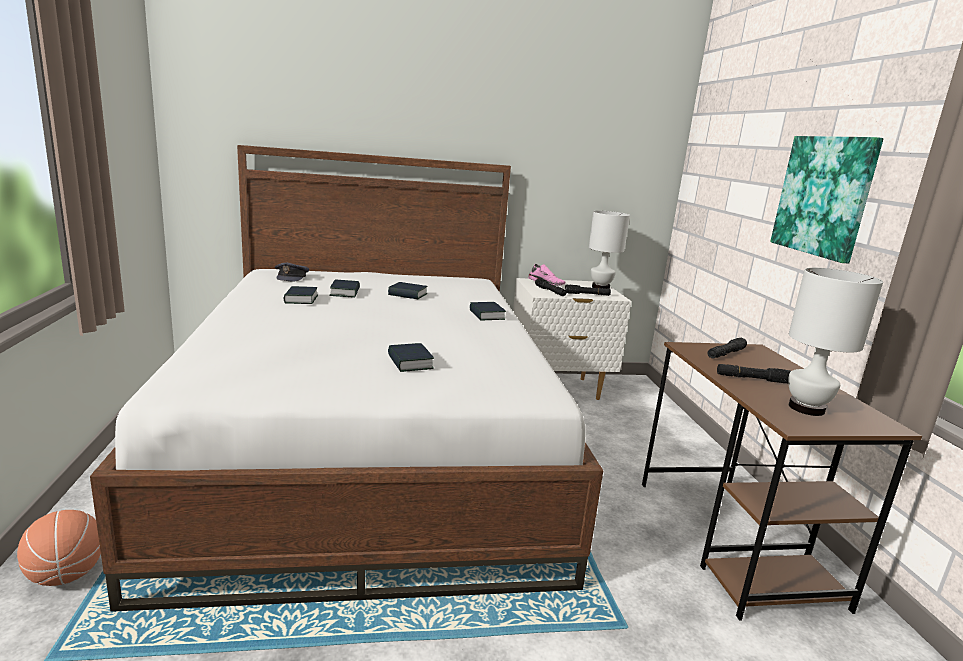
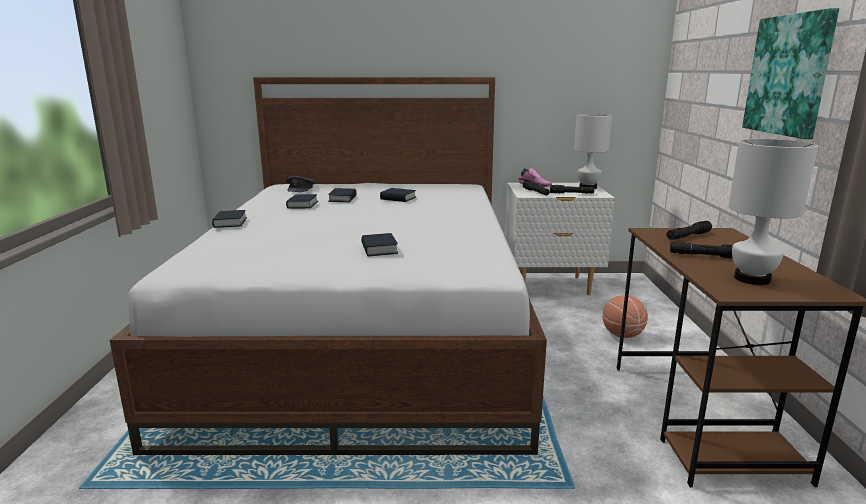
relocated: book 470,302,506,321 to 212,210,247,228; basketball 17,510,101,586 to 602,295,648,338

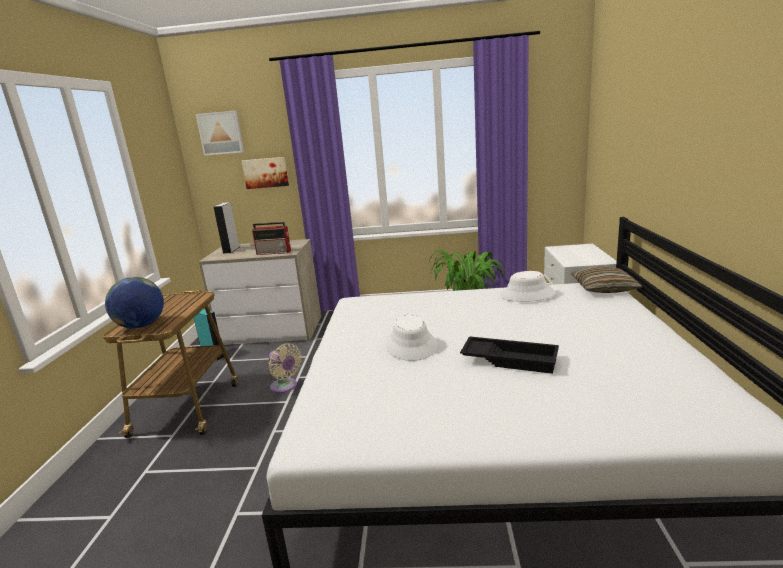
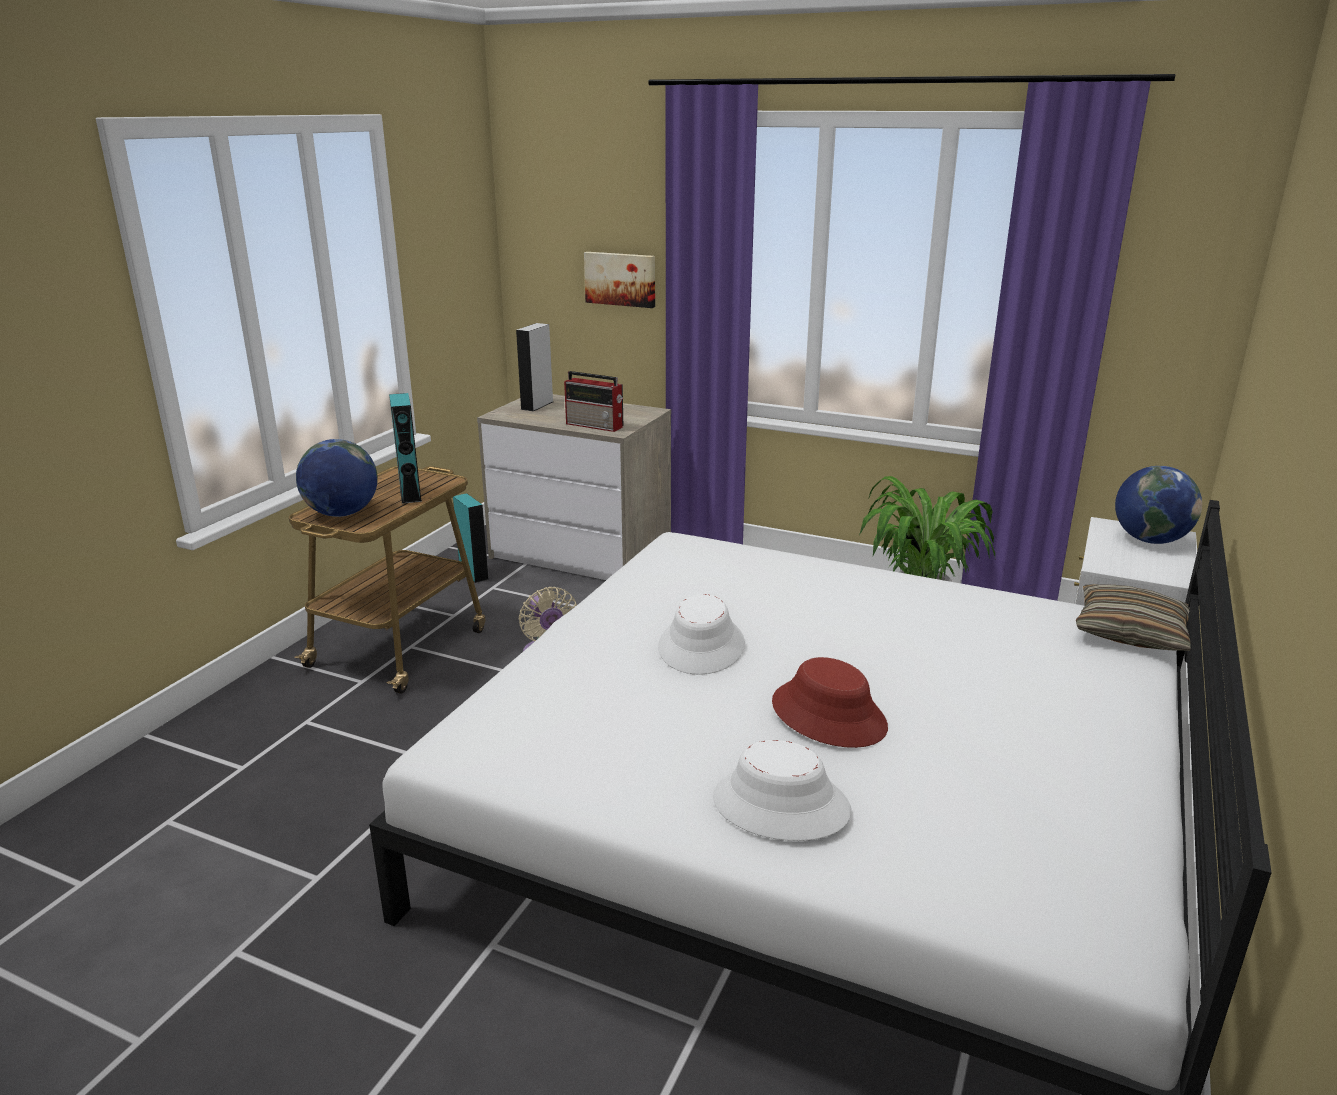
missing: wall picture 196,110,244,156
appeared: turquoise speaker 389,393,422,504; desk globe 1115,466,1202,544
relocated: white clothing hat 500,271,556,302 to 713,740,852,841
exchanged: black carrying tray 460,336,559,374 to red-coloured clothing hat 772,657,888,748

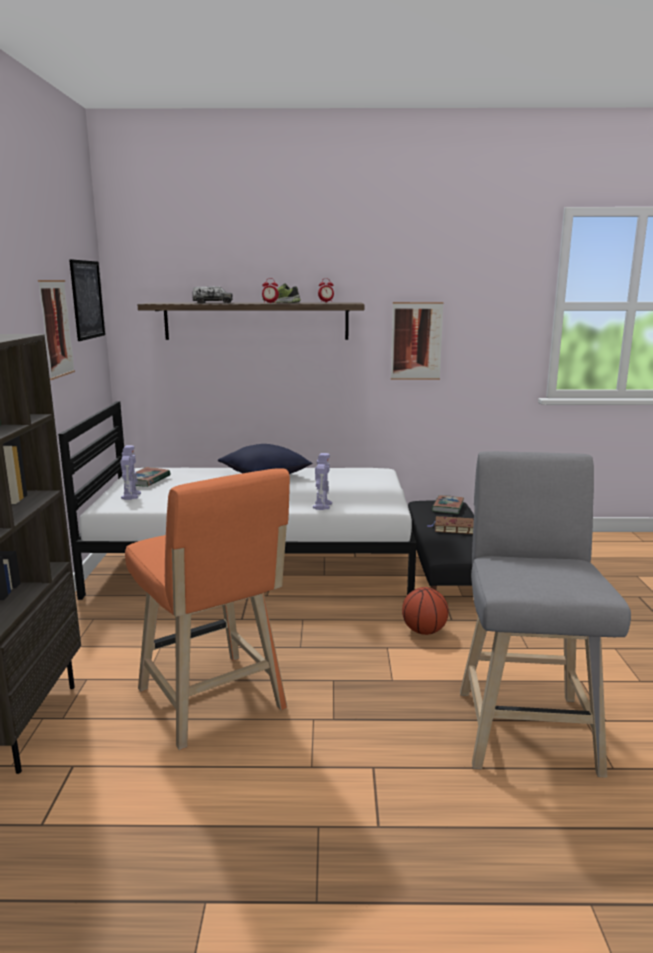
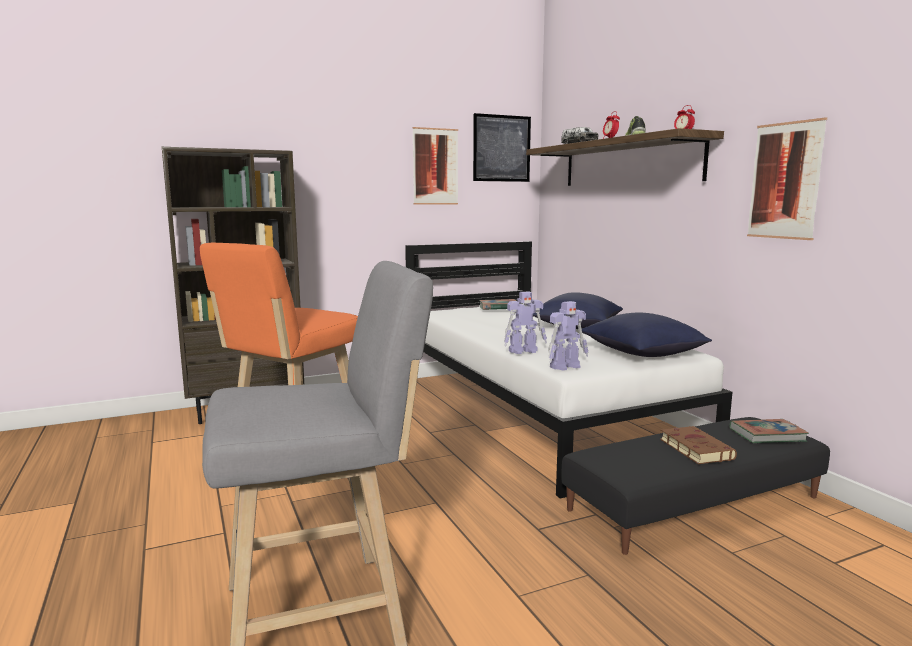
missing: basketball 402,587,448,635
appeared: blue cushion 582,313,712,357
relocated: robot figure 120,445,141,500 to 548,301,588,371

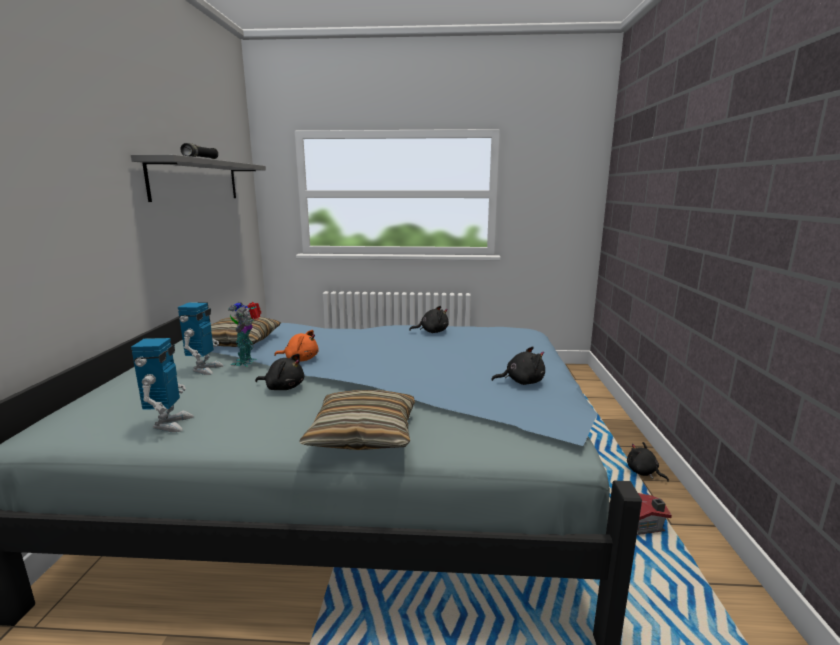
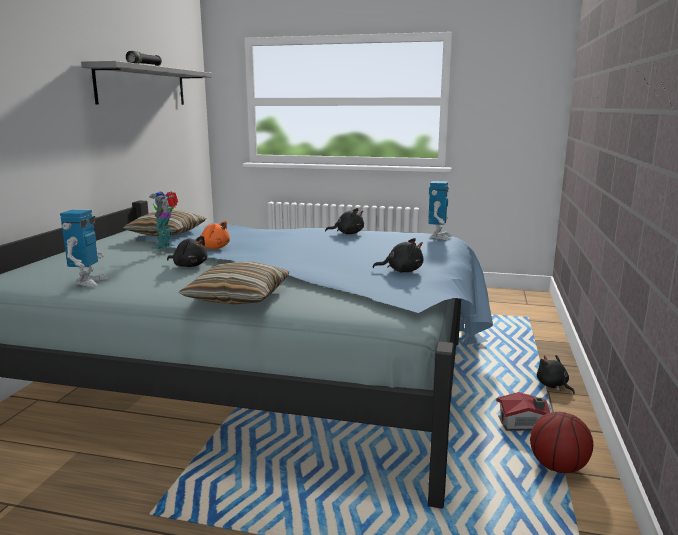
appeared: basketball 530,412,593,473
relocated: robot figure 178,302,224,375 to 428,181,452,240

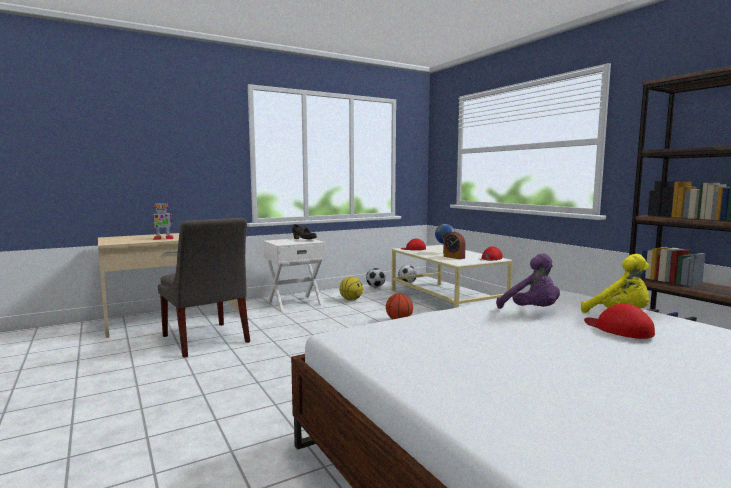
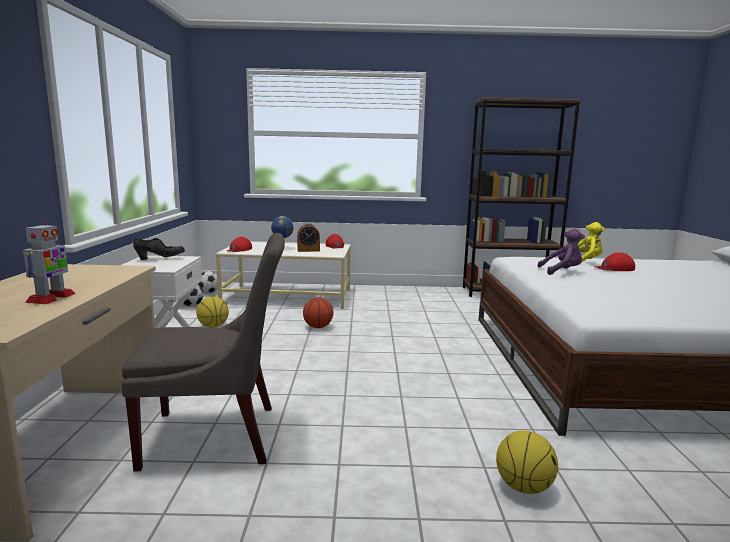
appeared: basketball 496,431,558,494

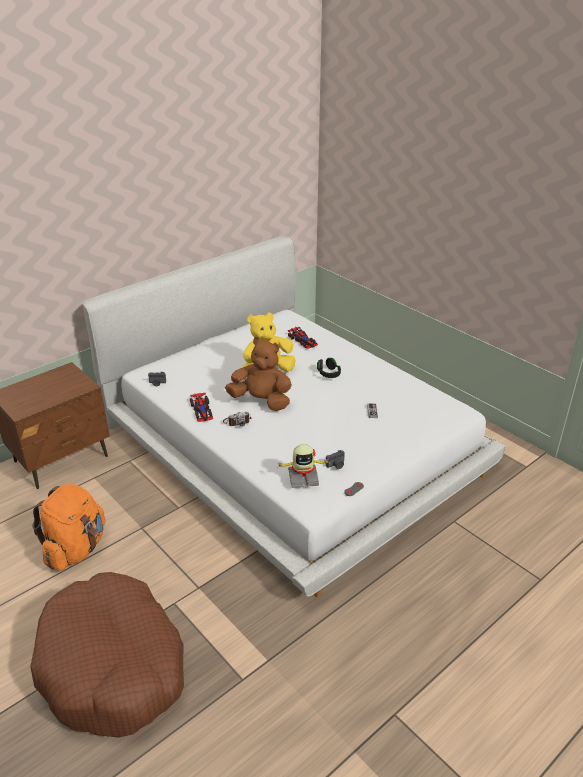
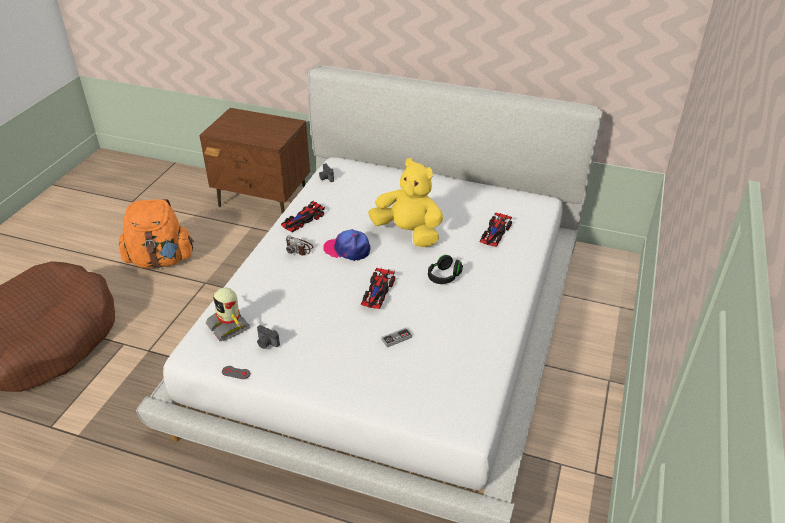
appeared: toy car 361,267,395,309
exchanged: brown plush toy 225,337,292,411 to peaked cap 323,229,370,261

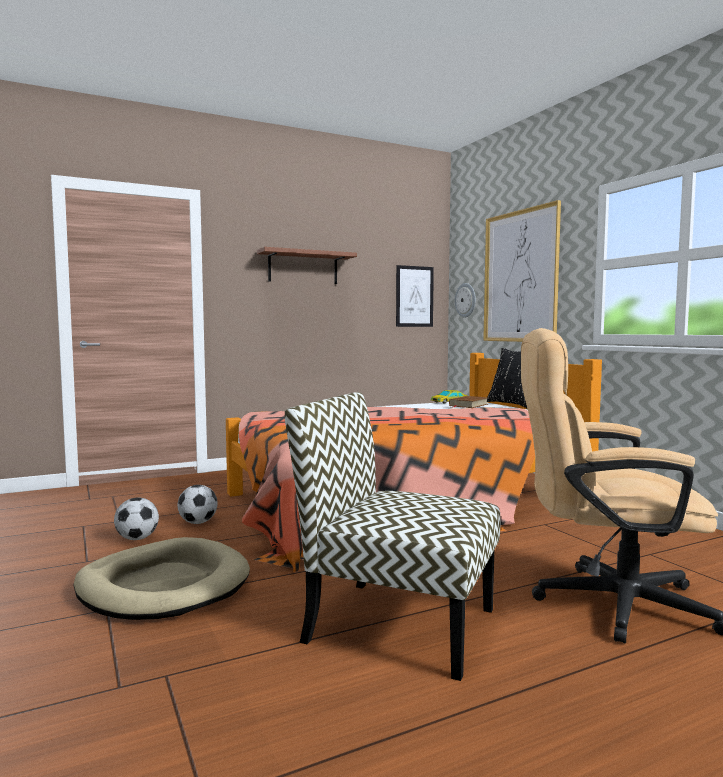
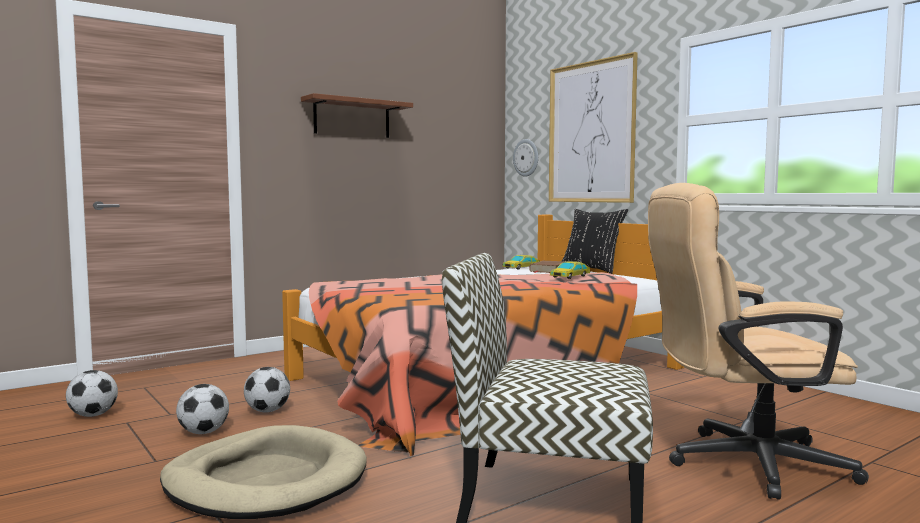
missing: wall picture 396,265,434,327
appeared: toy car 550,261,590,279; football 66,370,118,417

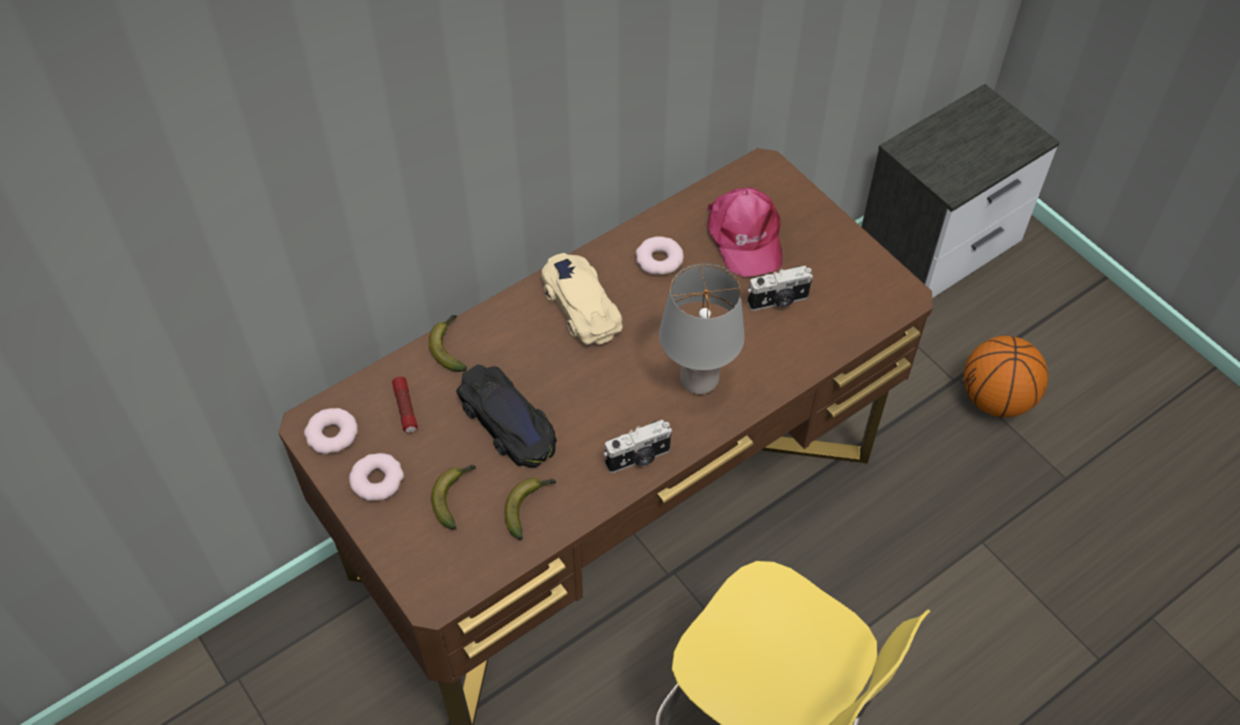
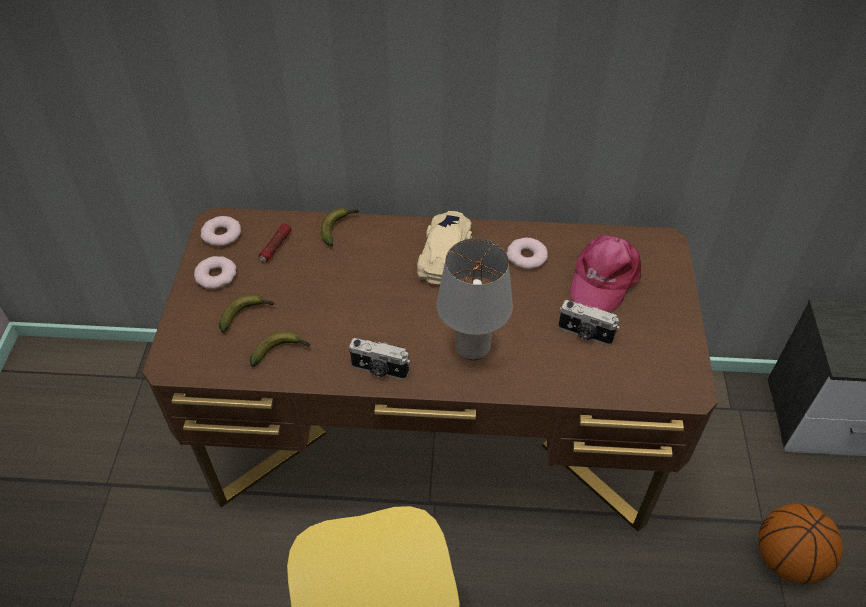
missing: black toy car 456,365,557,468

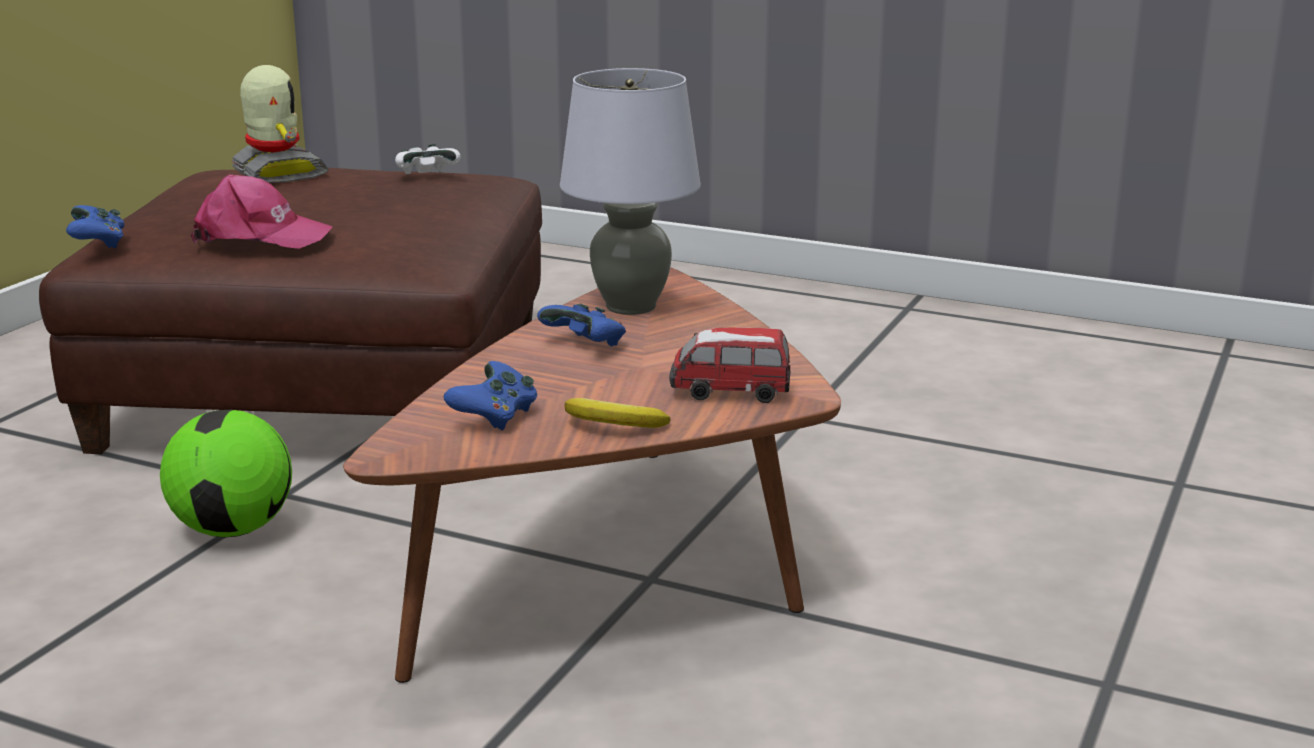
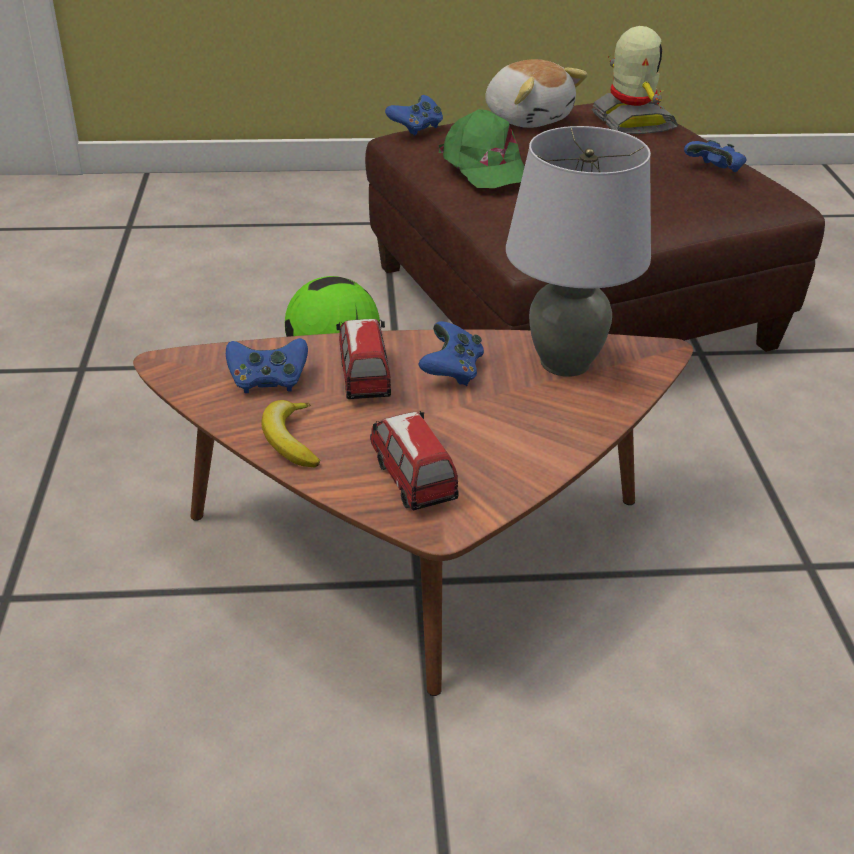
appeared: plush toy 485,59,588,128; toy car 336,319,391,399
colour: white game controller 395,144,461,174 to blue game controller 684,140,746,172; pink-coloured peaked cap 191,174,333,249 to green-coloured peaked cap 439,109,525,188
spun: robot figure 232,65,329,183 = 592,26,678,134 45 degrees counterclockwise

